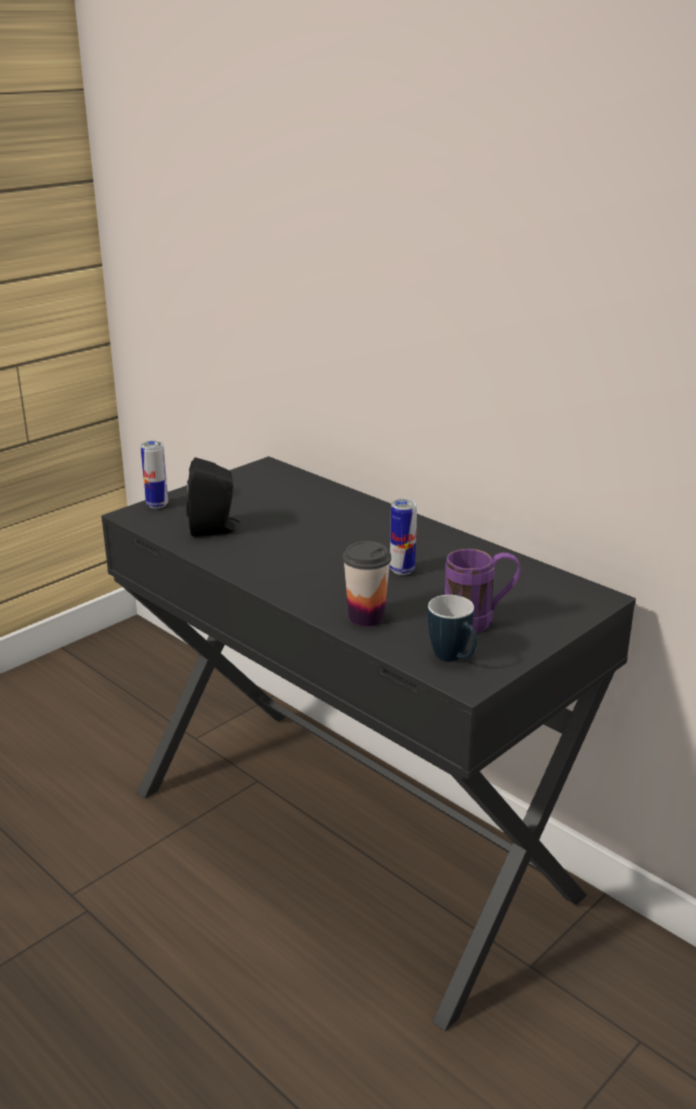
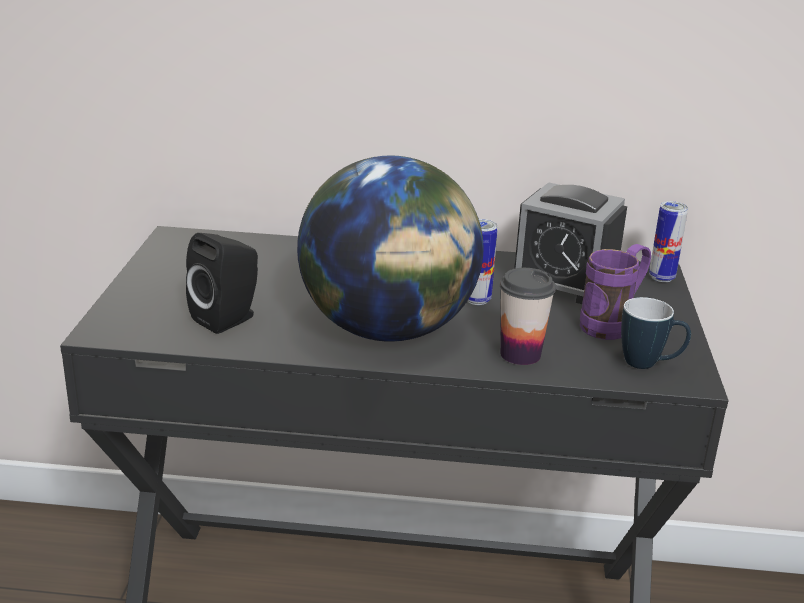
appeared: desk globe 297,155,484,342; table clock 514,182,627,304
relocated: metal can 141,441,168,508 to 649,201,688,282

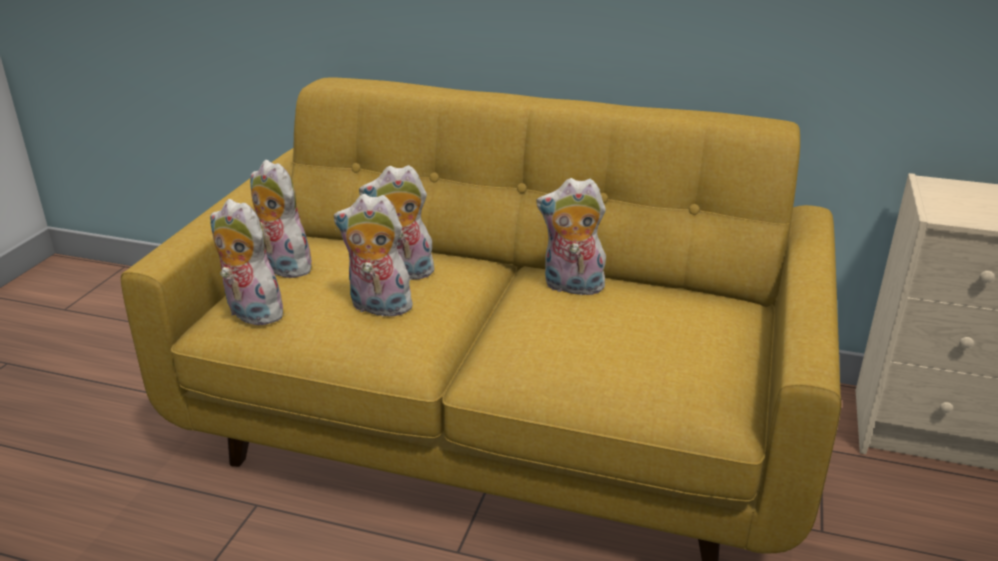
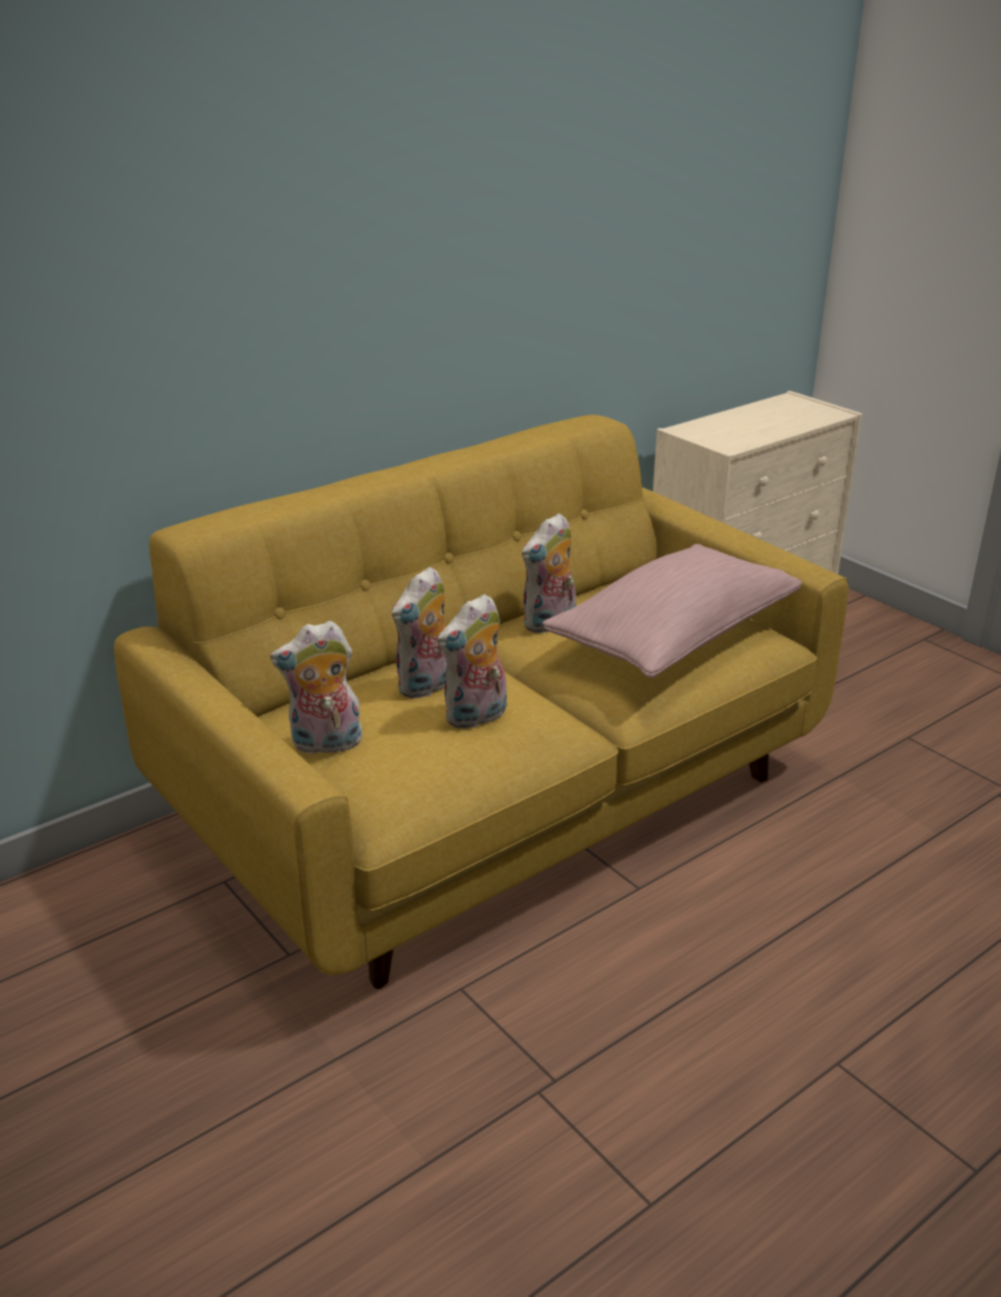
missing: plush toy 210,199,283,325
appeared: pink-coloured cushion 543,544,802,678

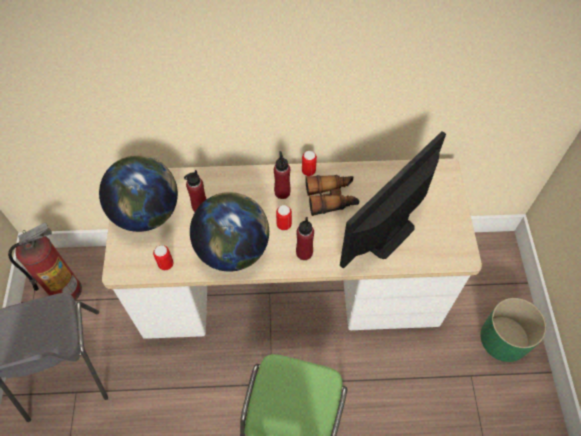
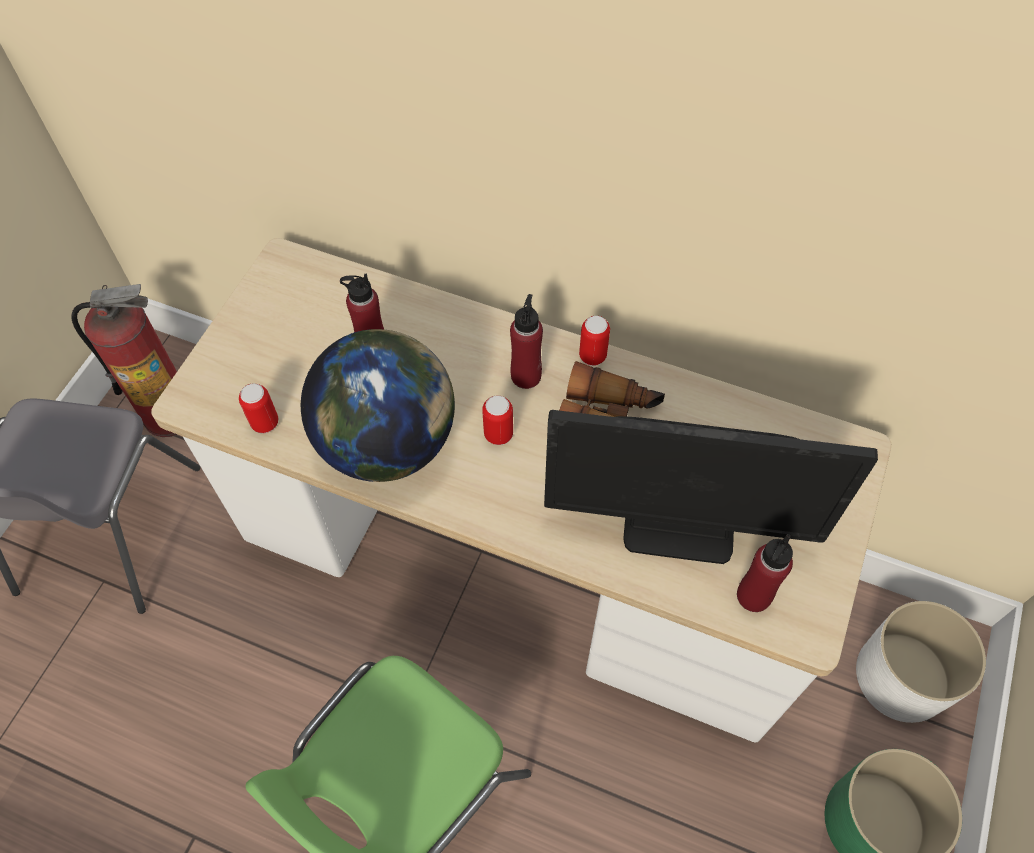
missing: desk globe 99,155,178,232
appeared: white plant pot 856,601,986,723
relocated: red-coloured bottle 296,217,314,260 to 737,534,793,612
spun: computer screen 340,131,446,269 = 544,410,878,564 150 degrees counterclockwise

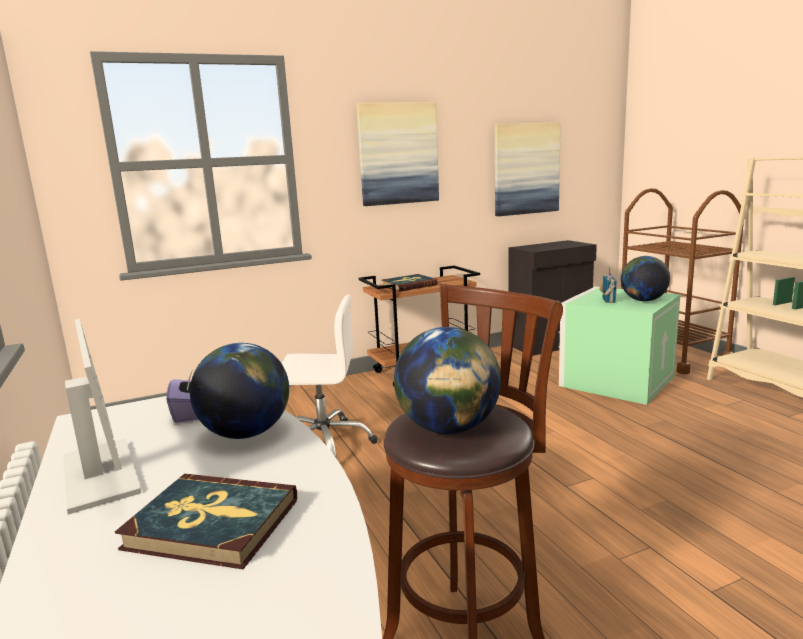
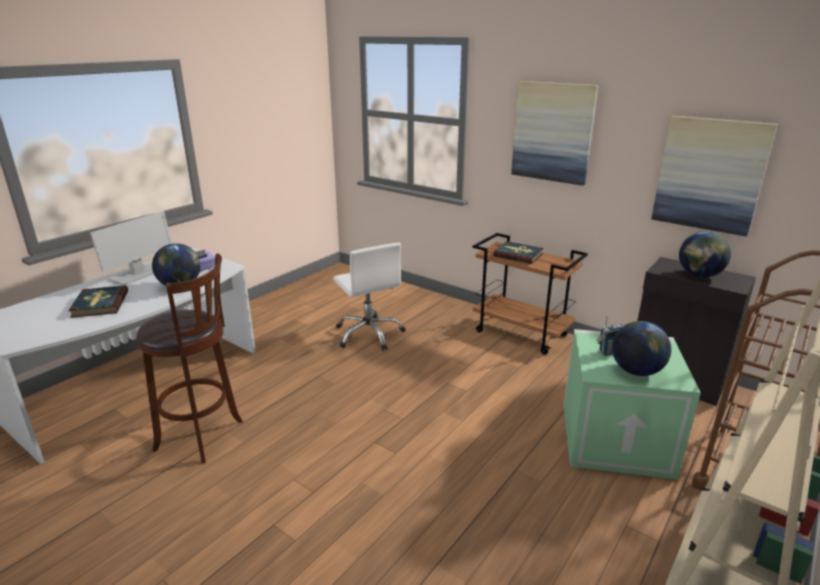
relocated: desk globe 394,327,501,434 to 679,232,731,277

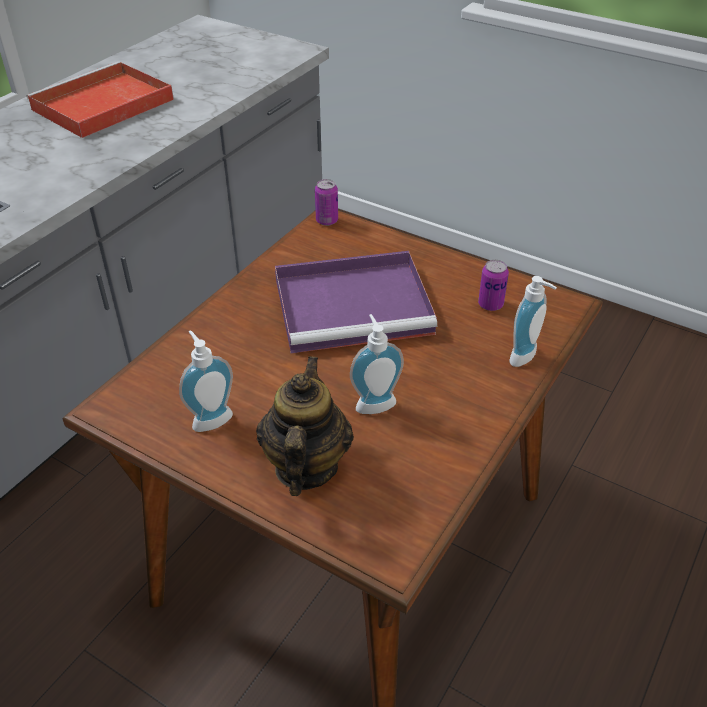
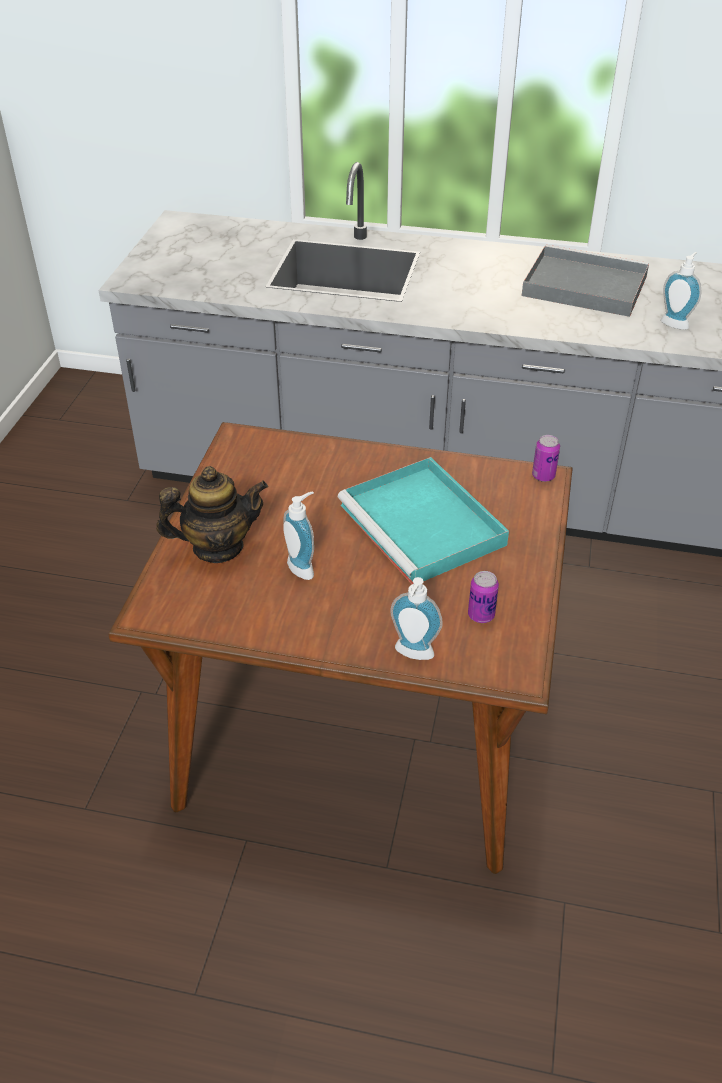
relocated: soap bottle 179,330,233,432 to 660,252,701,330
colour: red-coloured carrying tray 27,61,174,138 to gray carrying tray 522,245,649,317; purple-coloured carrying tray 275,251,437,353 to turquoise carrying tray 338,457,509,584

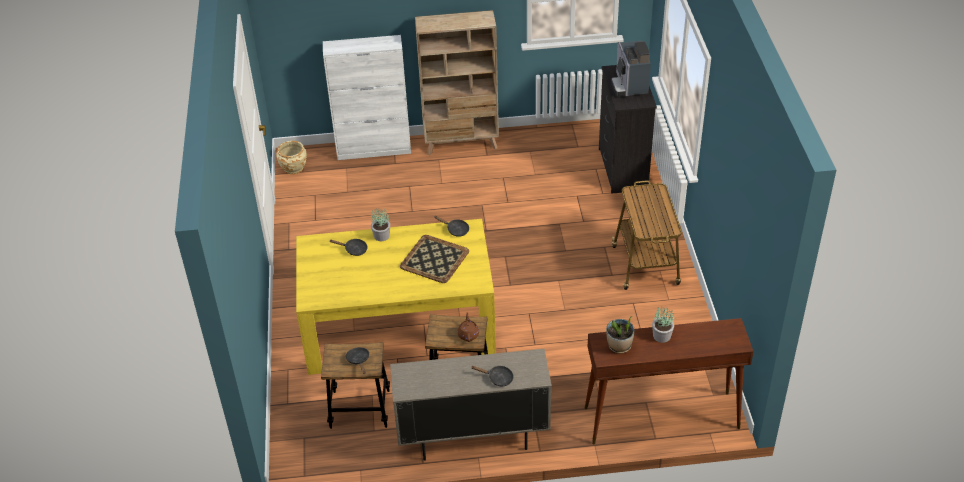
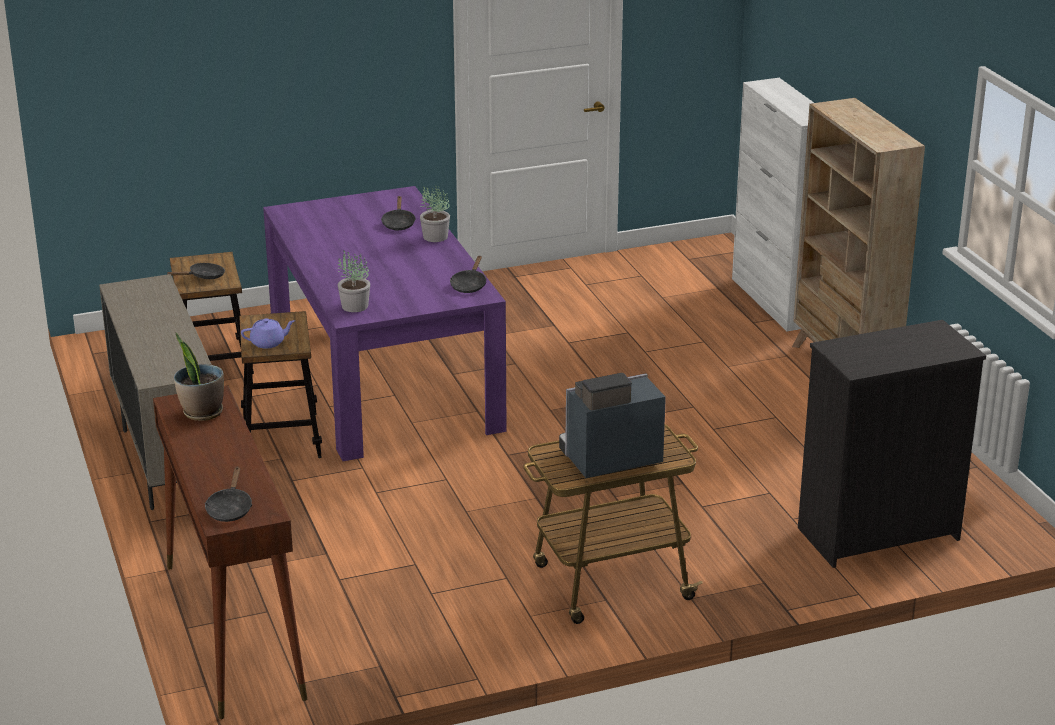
missing: beige-coloured plant pot 276,141,307,174; carrying tray 400,235,469,283
relocated: coffee machine 611,41,651,97 to 559,373,666,478; houseplant 652,306,674,343 to 338,251,370,312; black pan 472,366,514,386 to 205,466,252,522
colour: yellow-coloured kitchen table 296,219,496,375 to purple-coloured kitchen table 263,186,507,461; brown pot for tea 457,313,479,342 to purple-coloured pot for tea 241,318,295,349

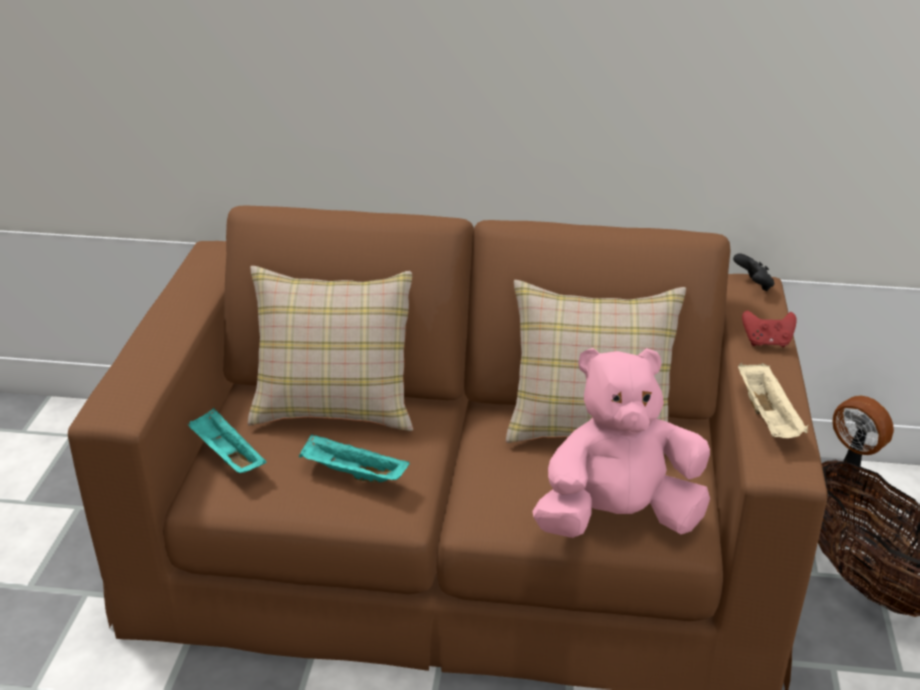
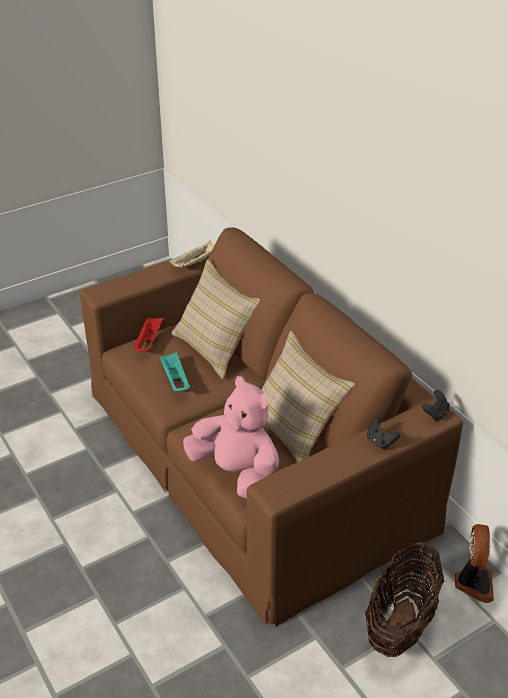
relocated: beige-coloured carrying tray 738,362,808,438 to 169,240,215,268
colour: red-coloured game controller 742,310,796,347 to black game controller 367,417,400,449; turquoise carrying tray 187,408,266,473 to red-coloured carrying tray 133,318,164,352

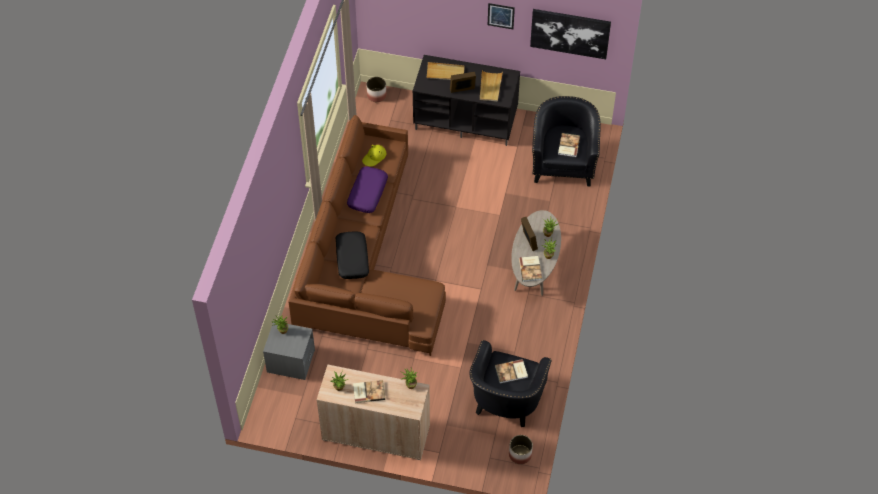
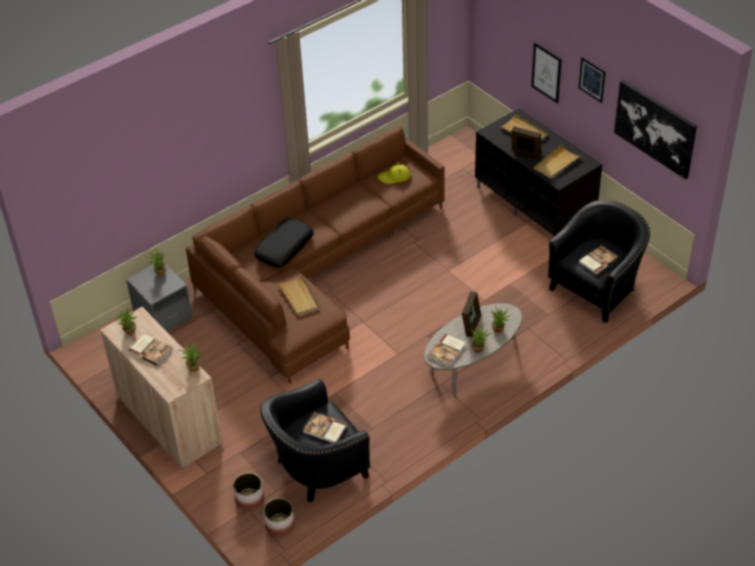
missing: purple-coloured cushion 347,166,388,213
appeared: wall picture 531,42,562,104; beige-coloured carrying tray 277,274,319,315
relocated: plant pot 366,77,387,102 to 233,473,264,511

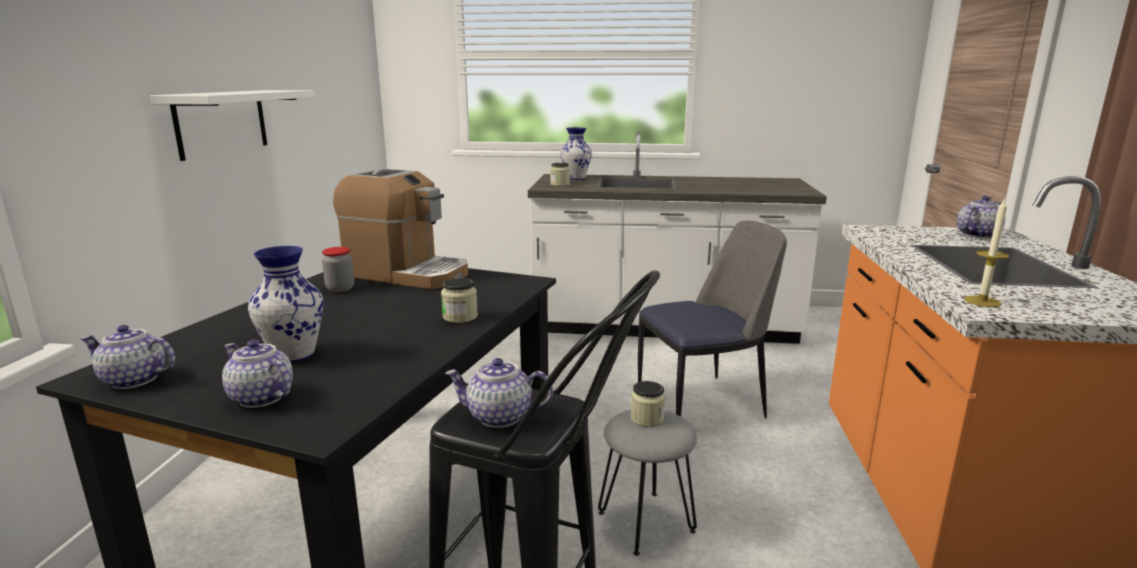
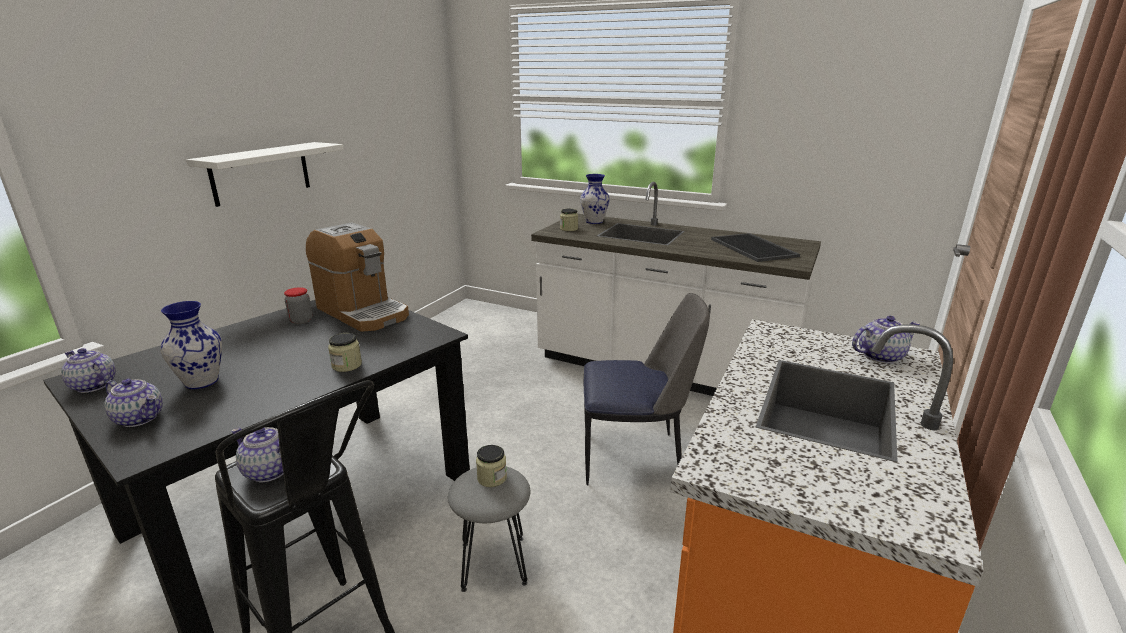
missing: wax candle 964,198,1009,307
appeared: carrying tray 711,233,800,262
spun: pot for tea 222,340,293,408 = 104,379,163,427 150 degrees clockwise

